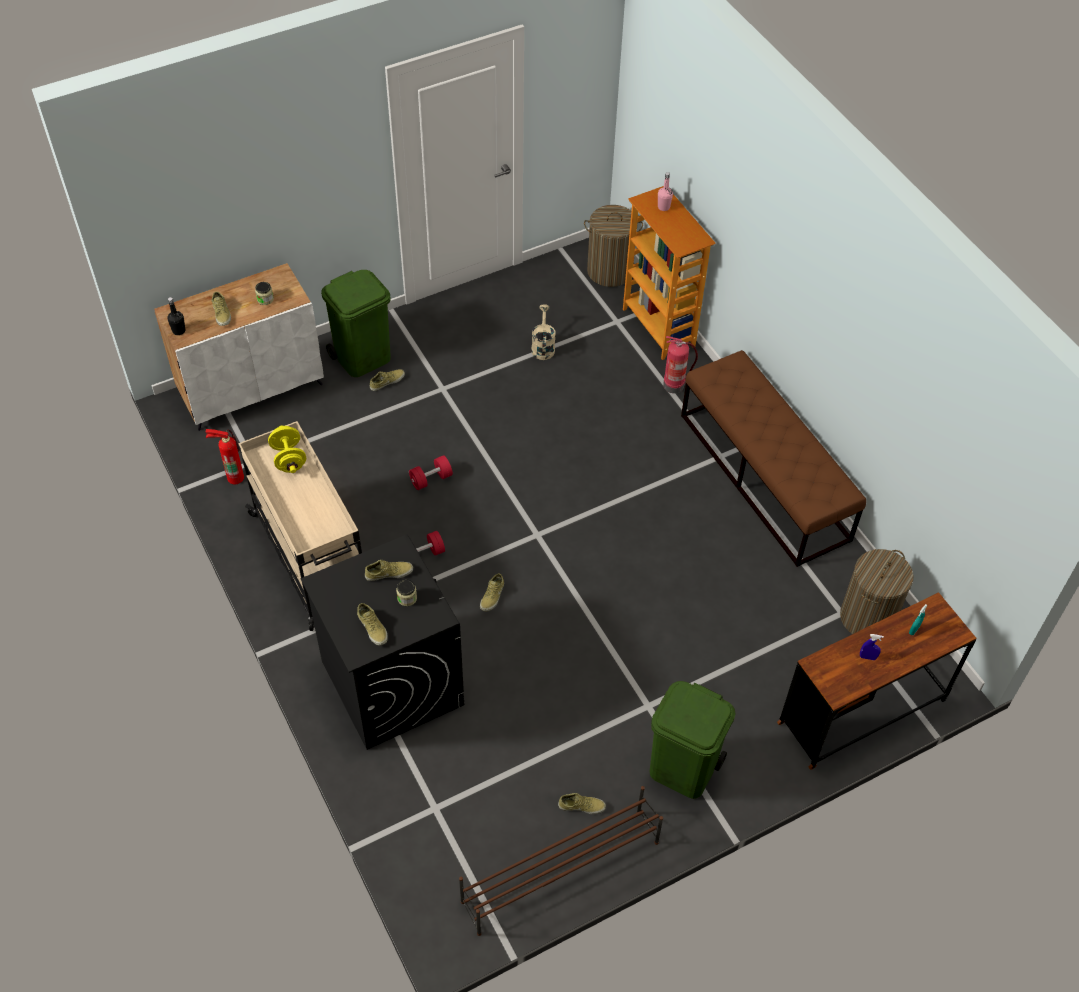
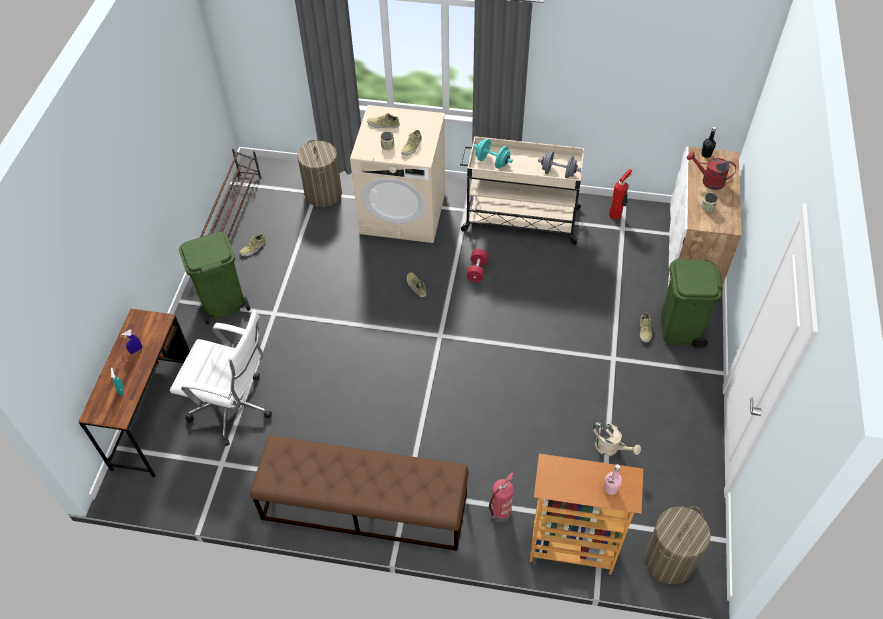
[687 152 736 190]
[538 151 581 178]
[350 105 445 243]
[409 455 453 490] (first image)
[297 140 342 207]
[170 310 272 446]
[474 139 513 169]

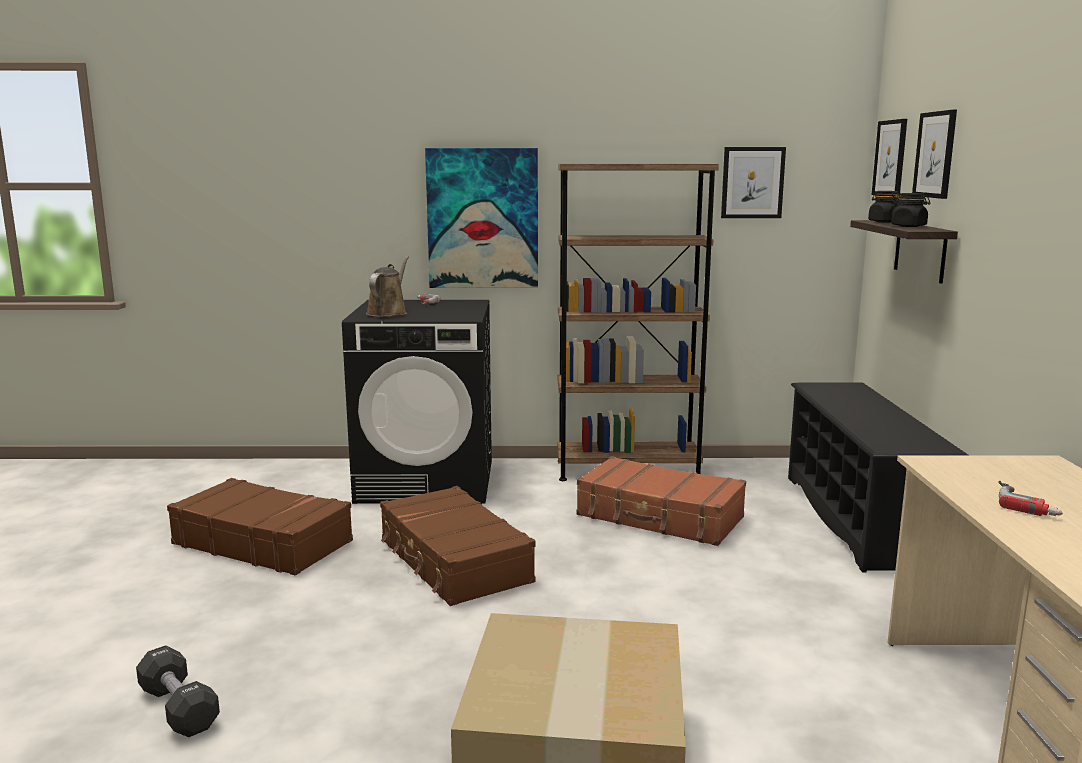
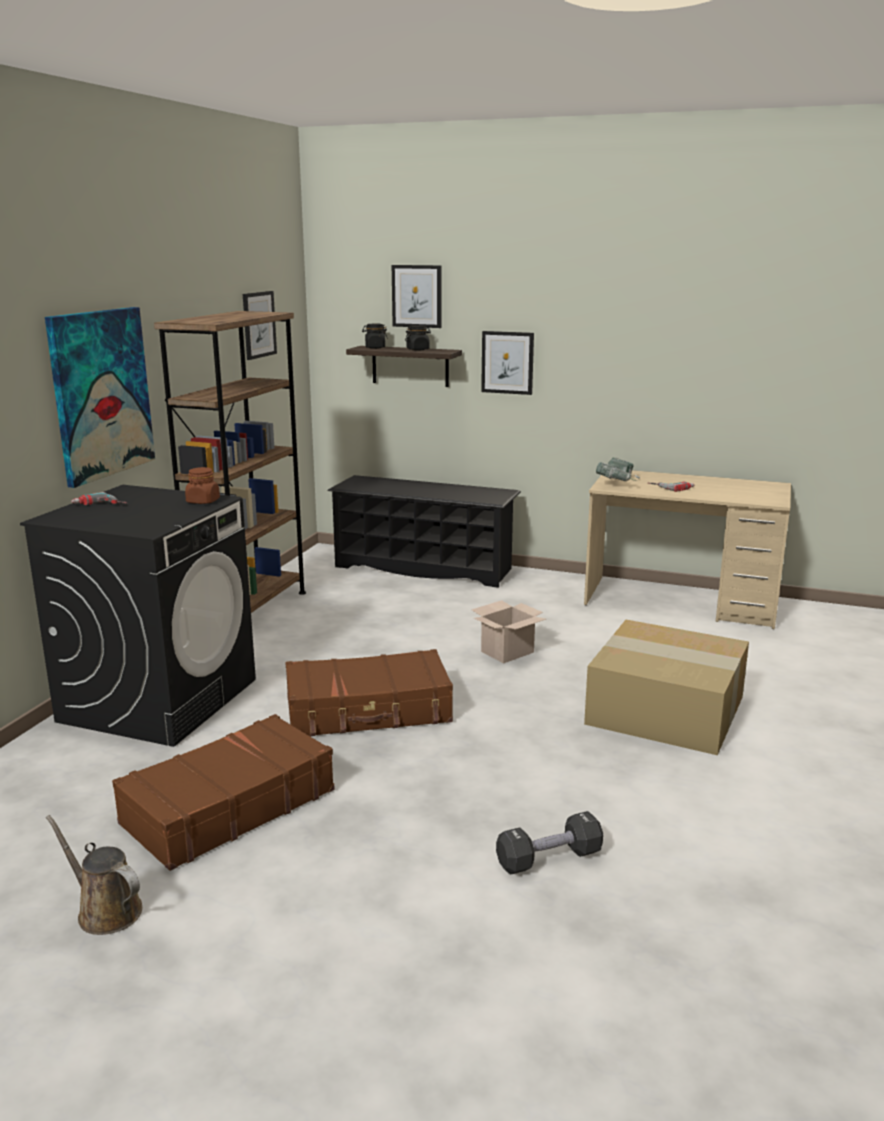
[46 815 142 935]
[576 456 746 546] (first image)
[481 331 534 395]
[185 467 220 504]
[472 600 546 663]
[596 458 640 481]

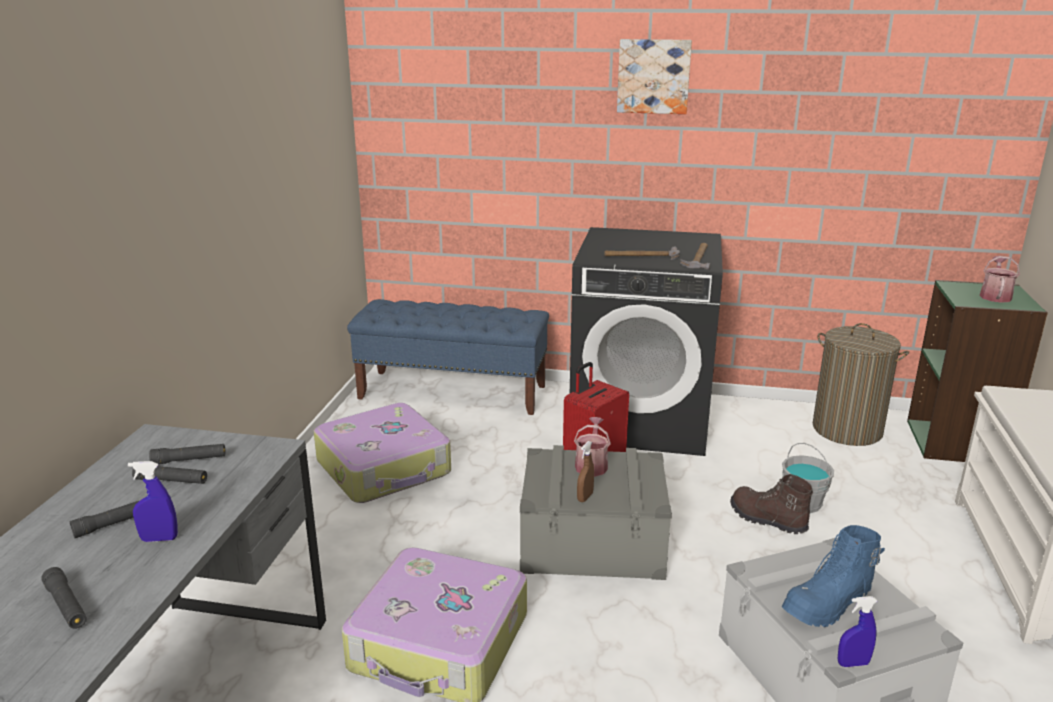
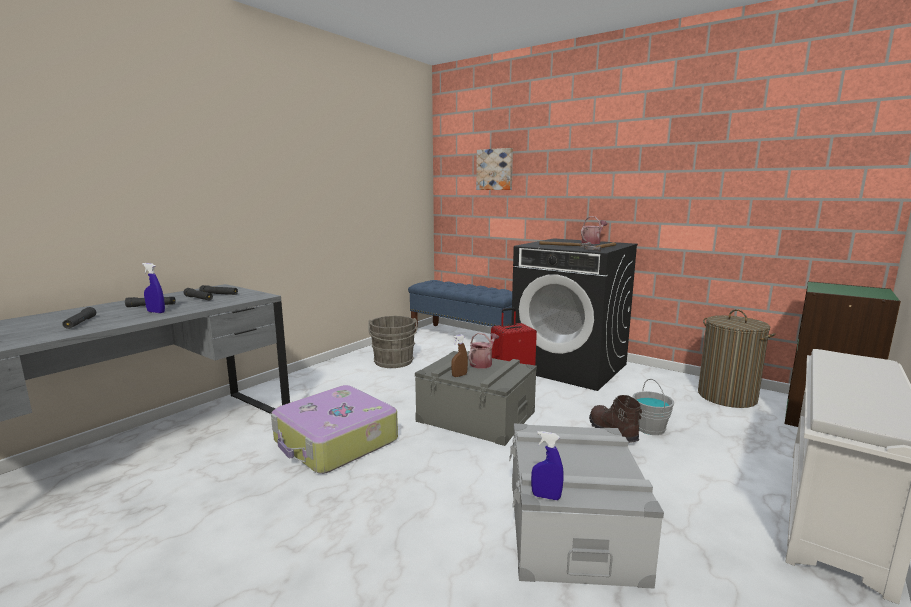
[368 316 417 368]
[476 148 513 190]
[782 525 885 627] (first image)
[581 216 607 244]

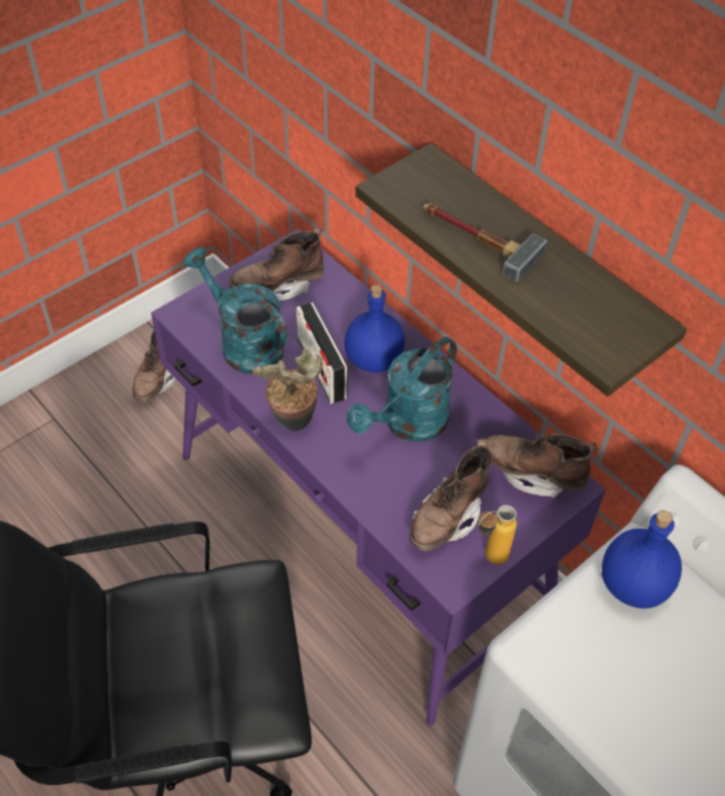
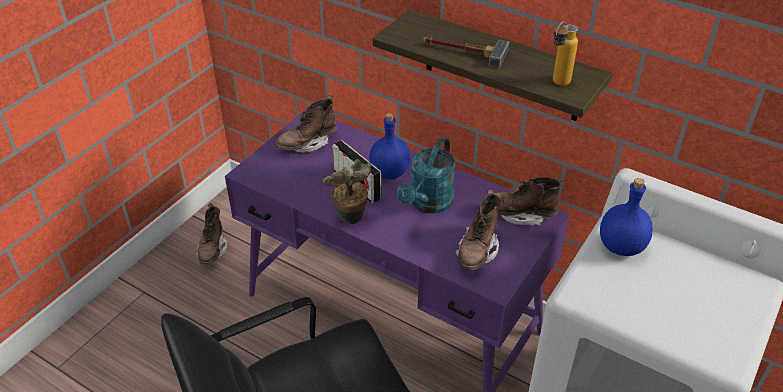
[183 247 288 374] (first image)
[553 21 578 86]

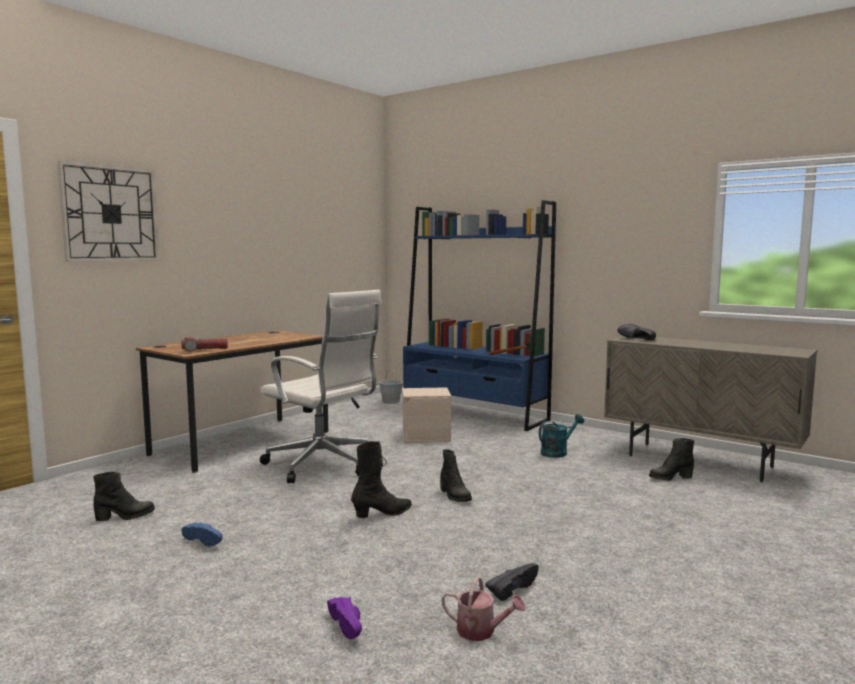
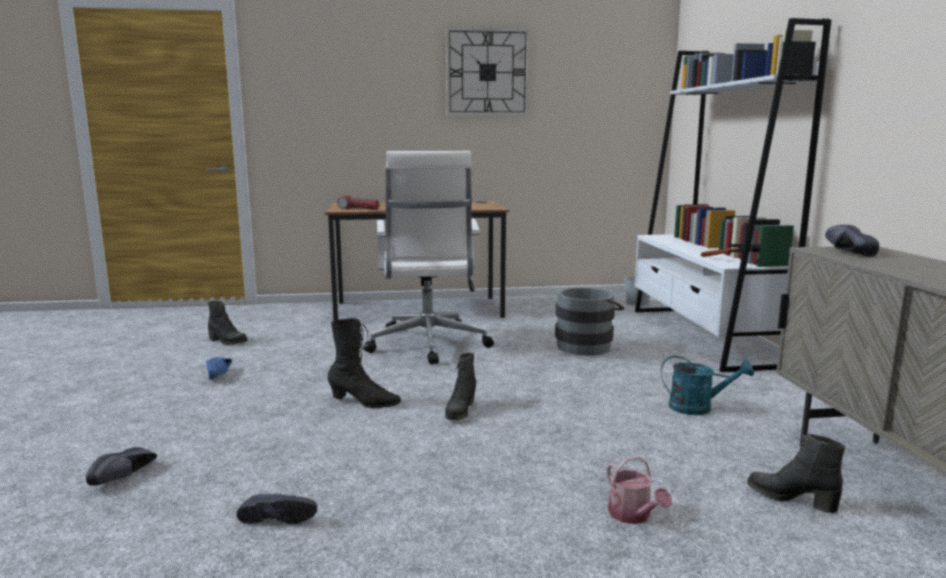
[446 27 530 116]
[86 447 157 485]
[555 287 624 356]
[635 18 832 372]
[606 456 672 524]

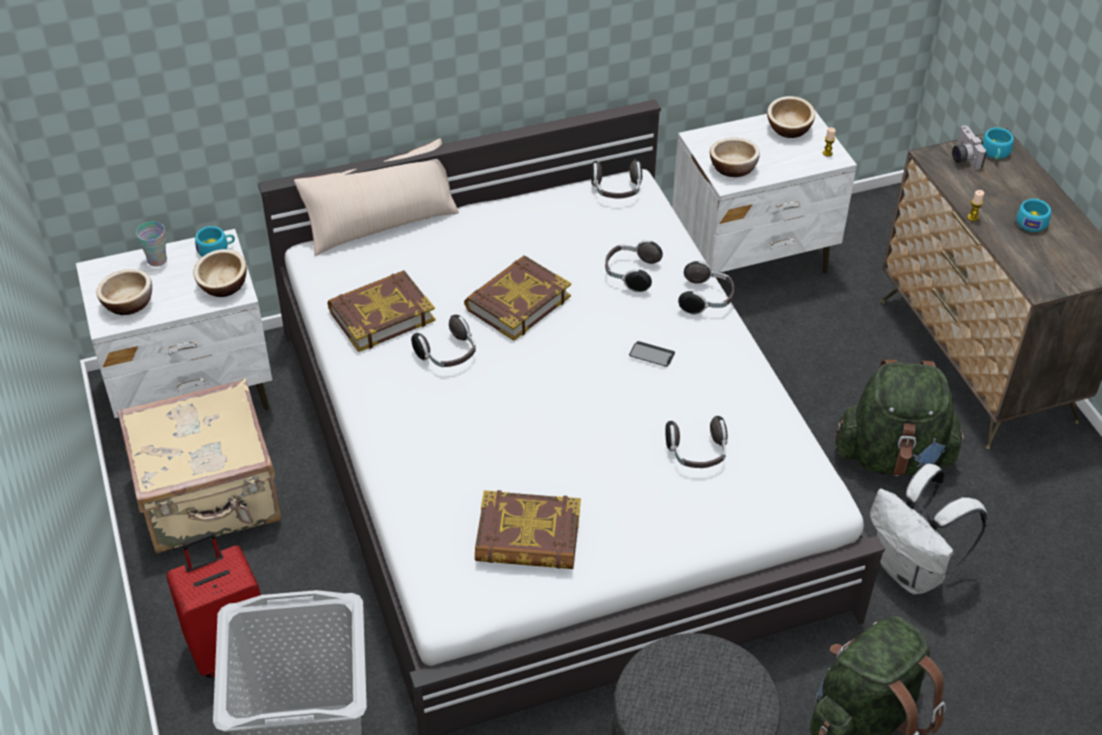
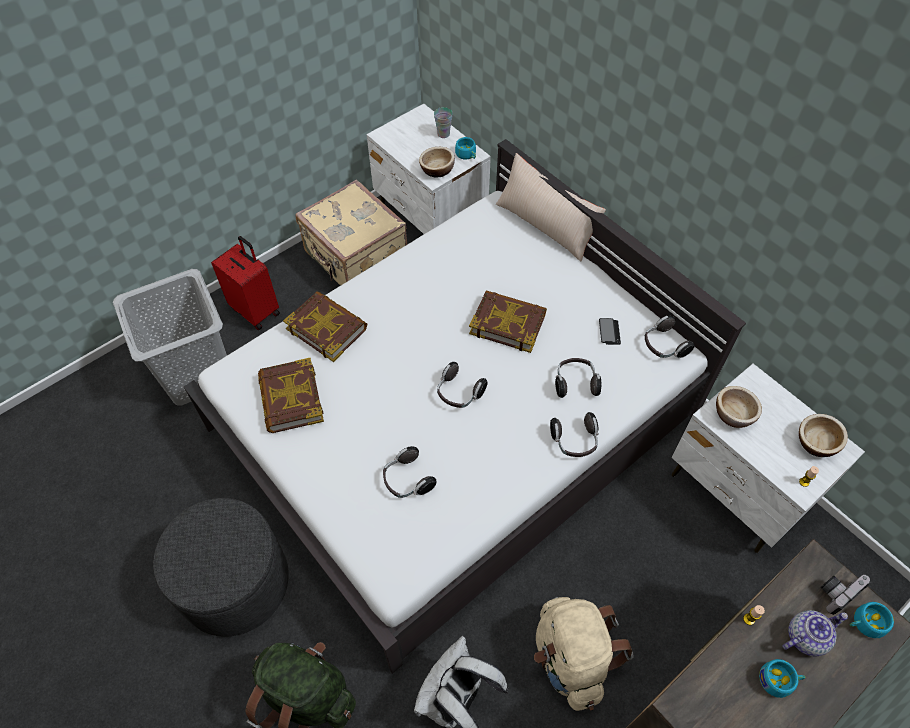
[96 269 152 315] (first image)
[283 291 367 362]
[437 362 488 408]
[599 318 621 345]
[534 597 634 711]
[782 610 848 657]

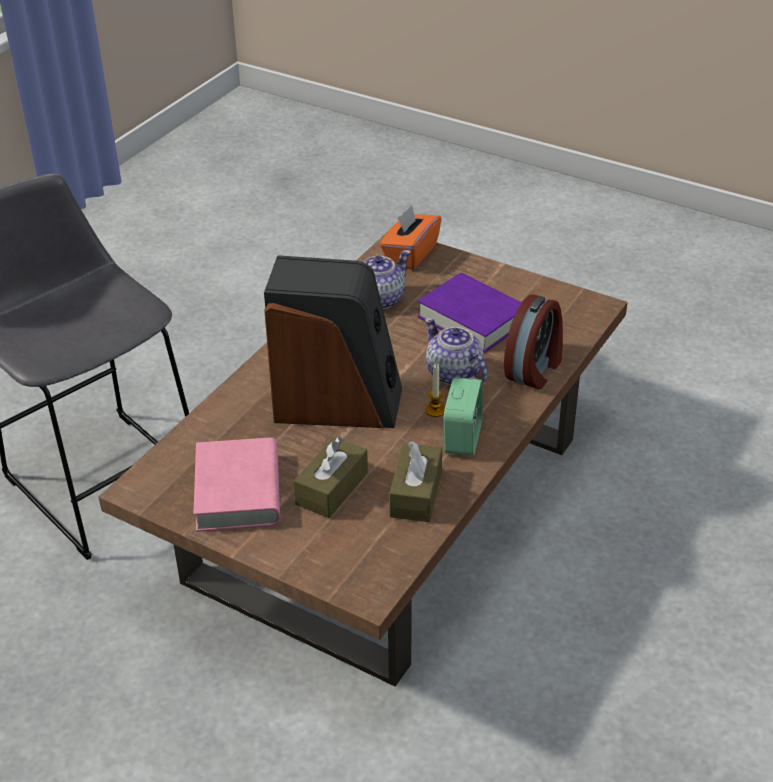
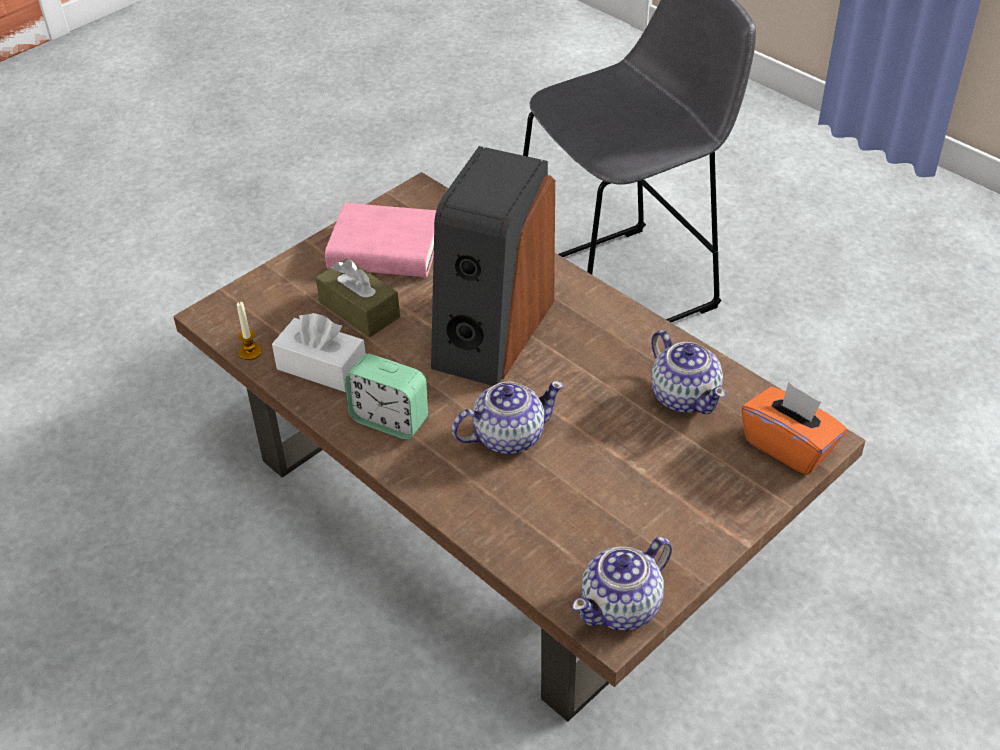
[272 313 366 392]
[418 273 522 353] (first image)
[237 302 262 360]
[504 295 563 389] (first image)
[572 537 672 631]

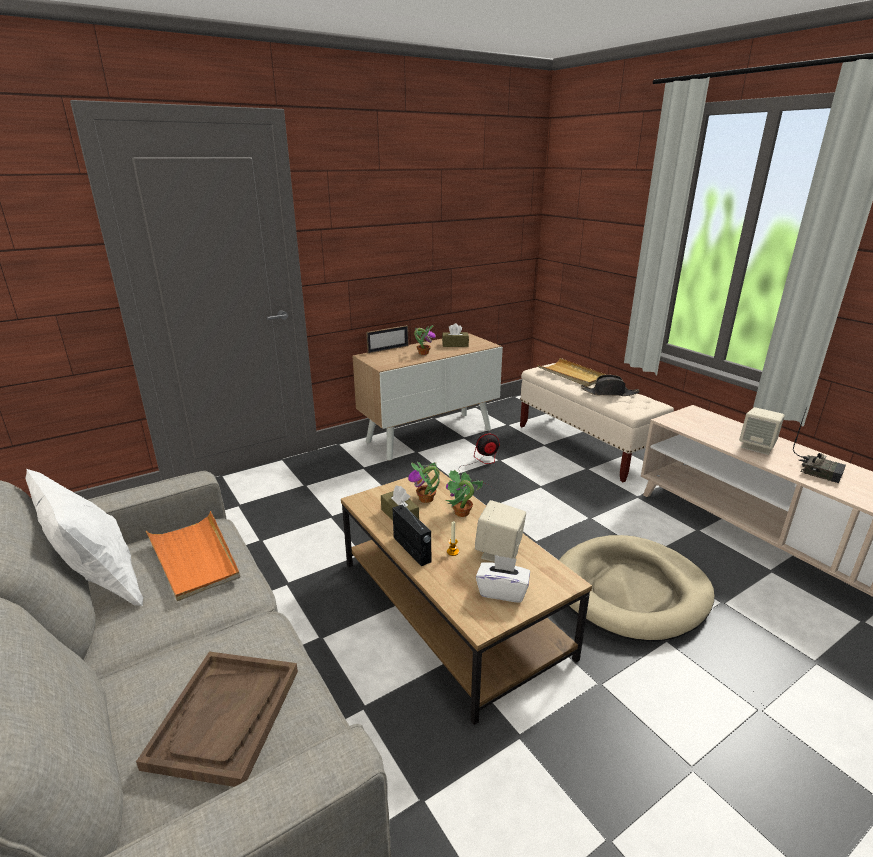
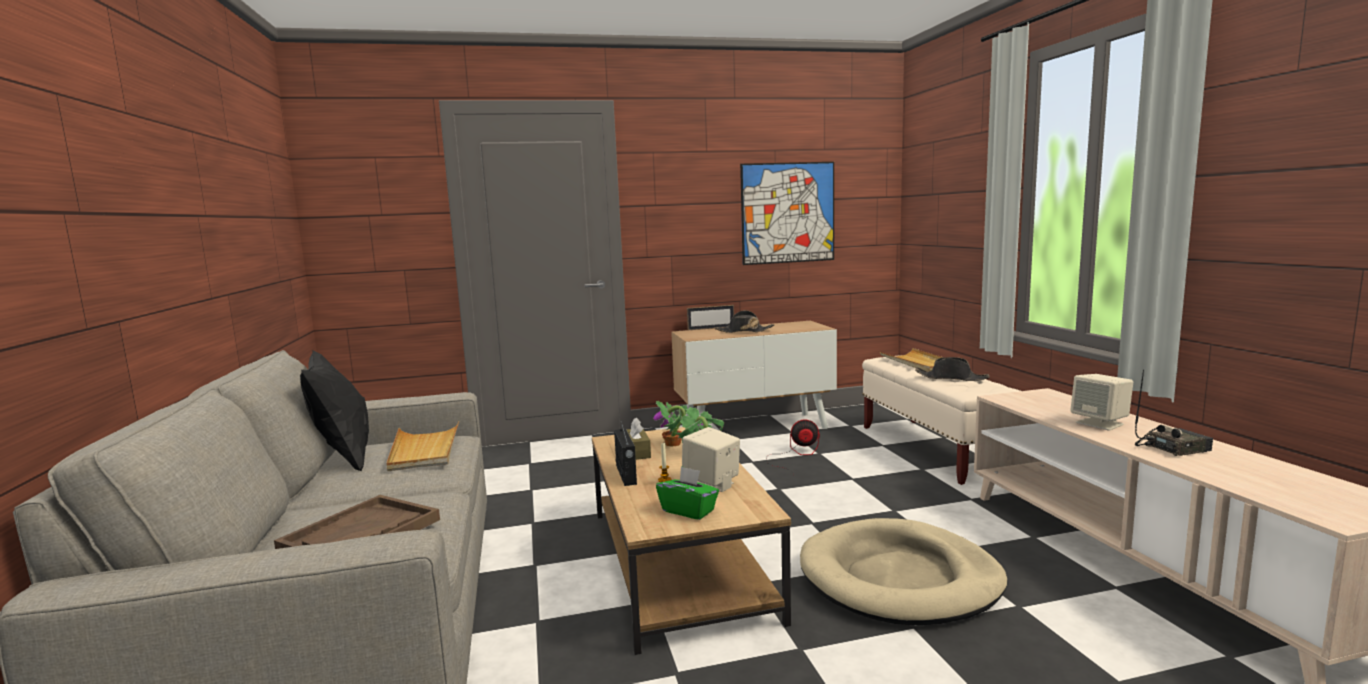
[300 351 369 472]
[386 421 459 471]
[715 310 774 333]
[442 323 469 347] (first image)
[656 466 719 520]
[1135 370 1213 456]
[740 162 834 265]

